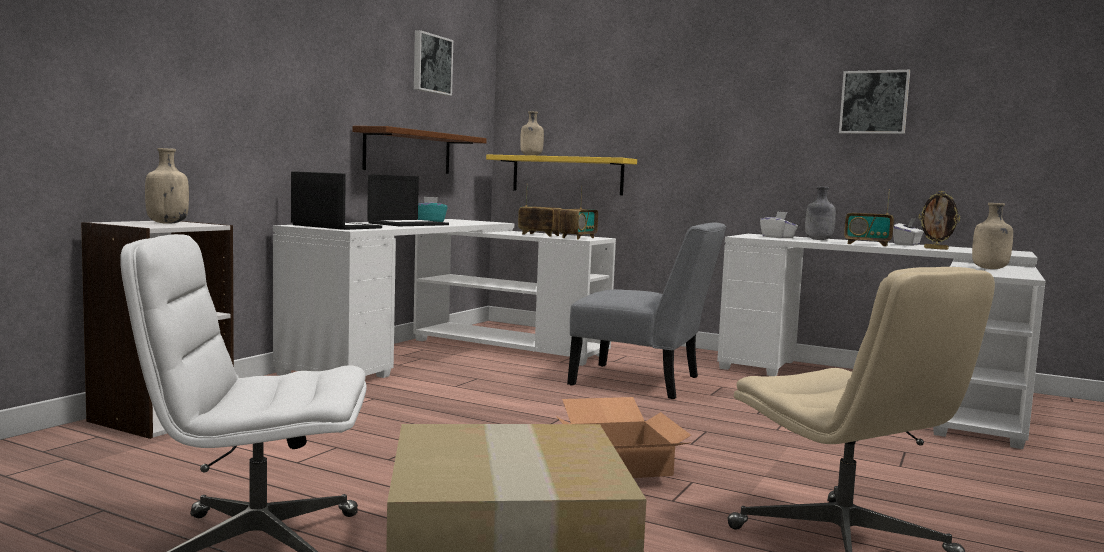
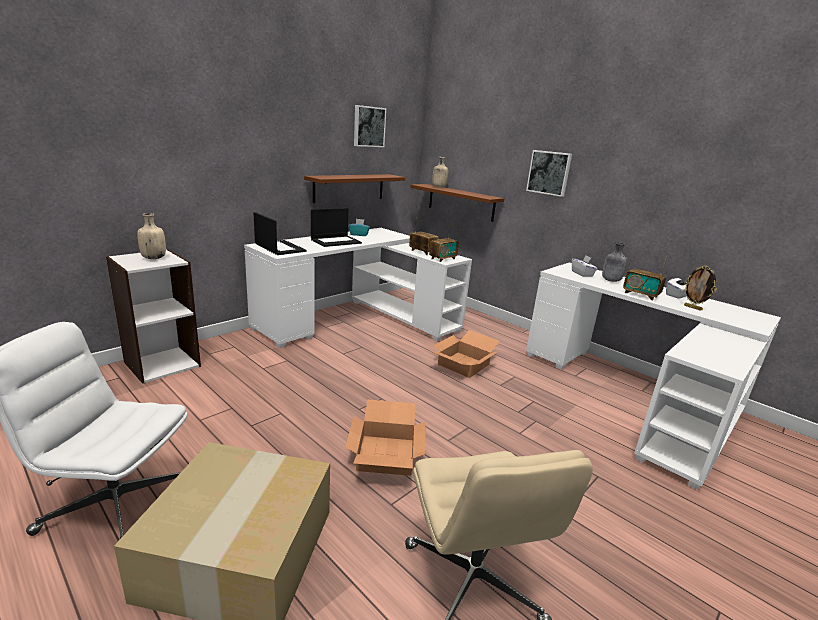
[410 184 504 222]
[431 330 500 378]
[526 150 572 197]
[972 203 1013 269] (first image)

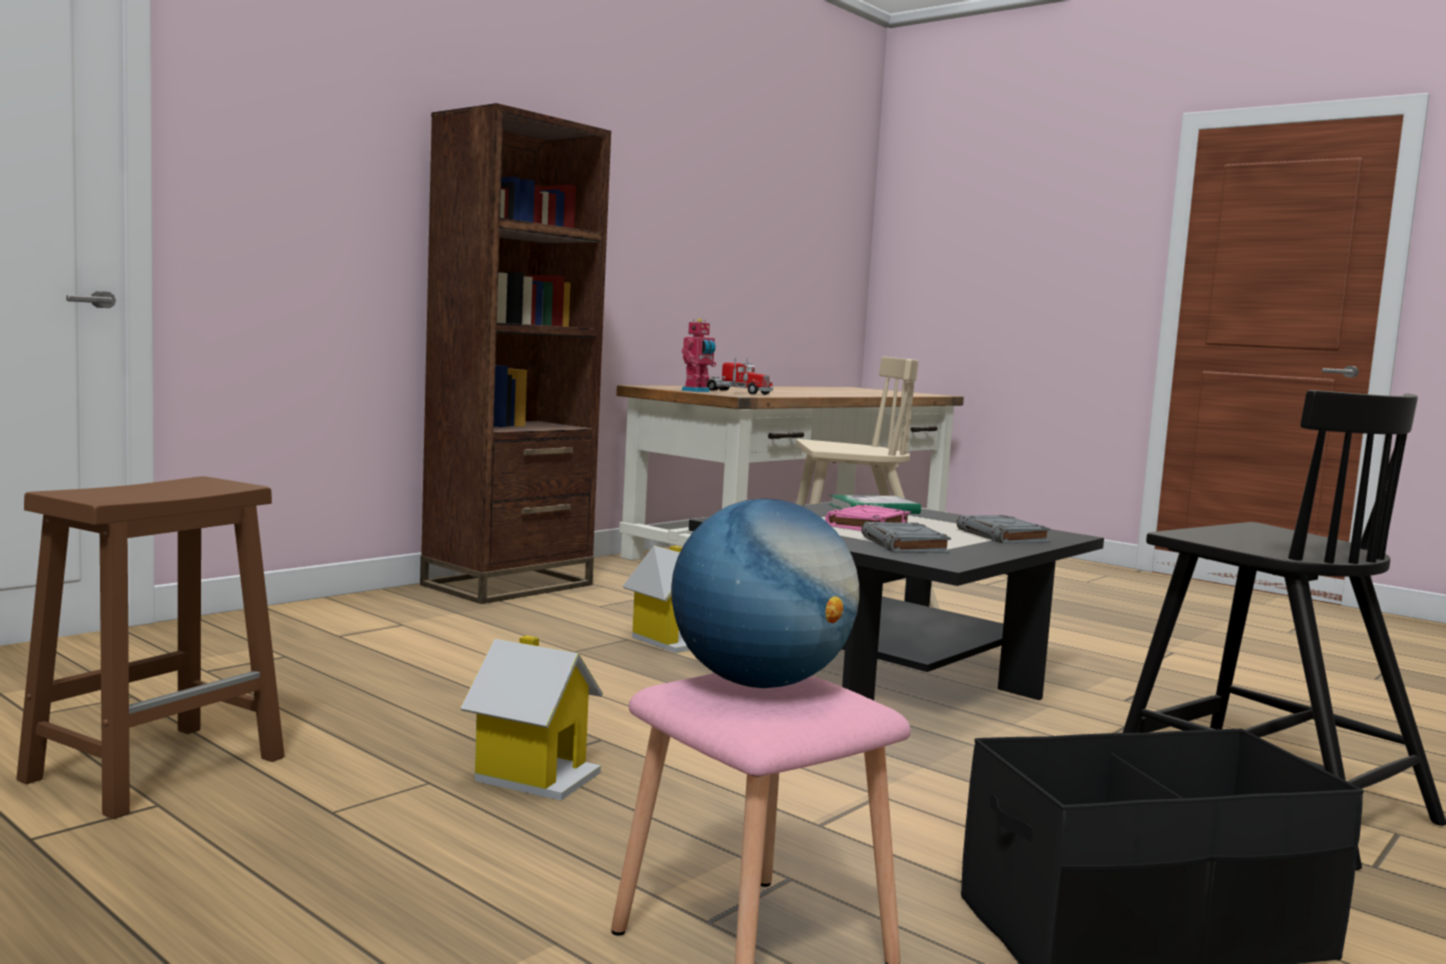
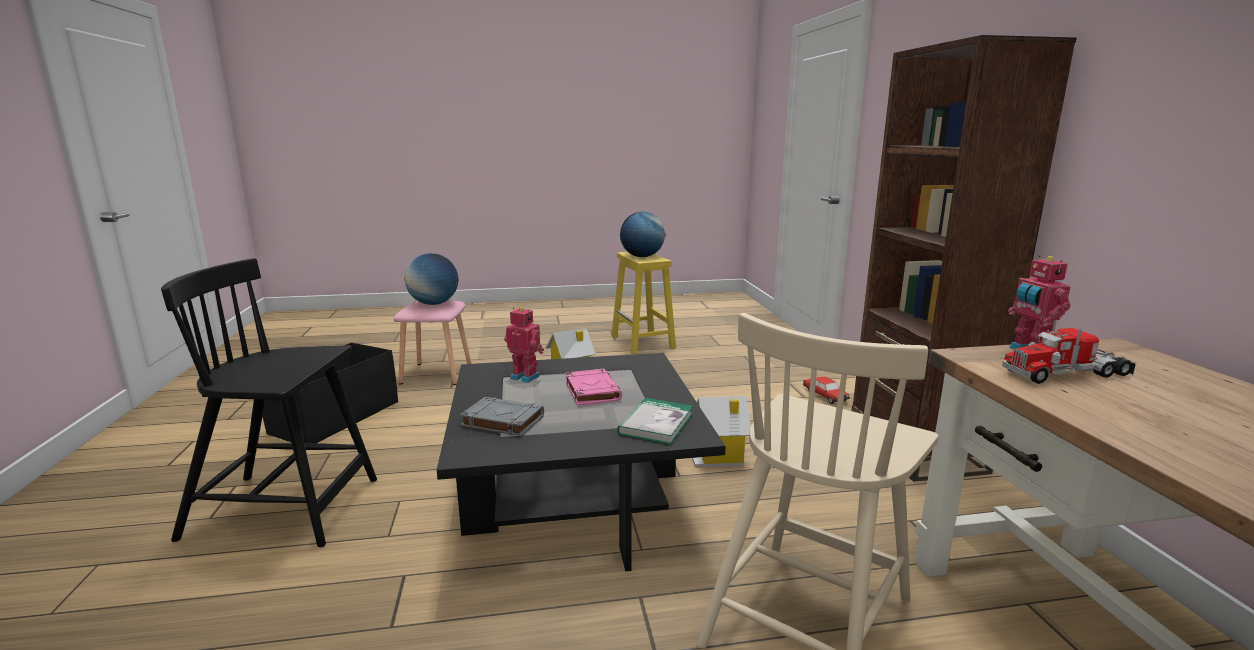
[611 252 676 354]
[504 307 544 383]
[620 212 666 257]
[803 377 850 404]

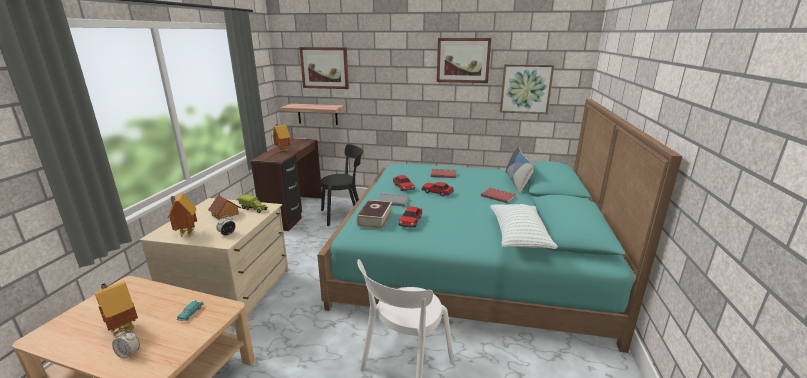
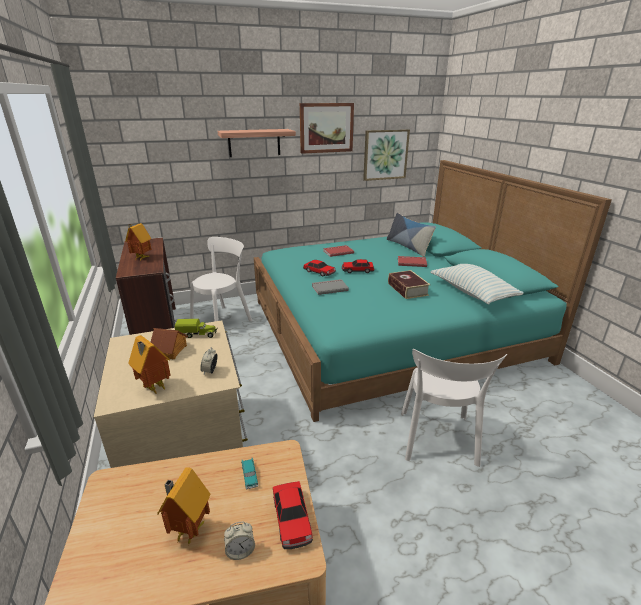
[218 129 296 157]
[299 47 349 89] (first image)
[190 237 252 321]
[388 270 430 299]
[273 481 313 549]

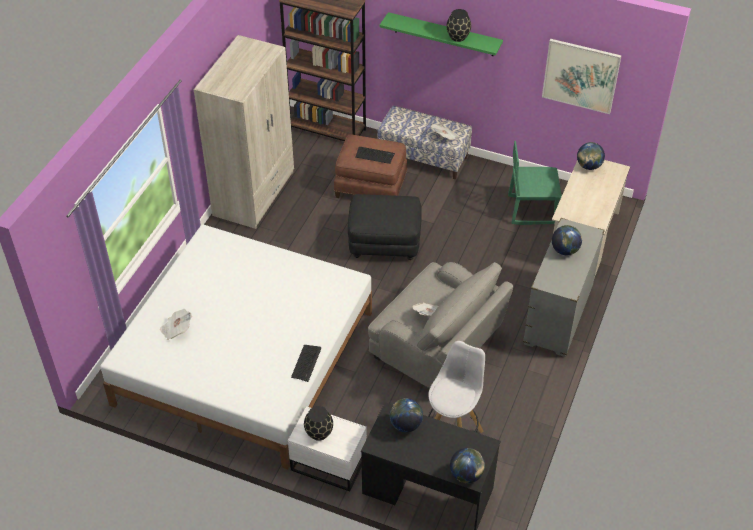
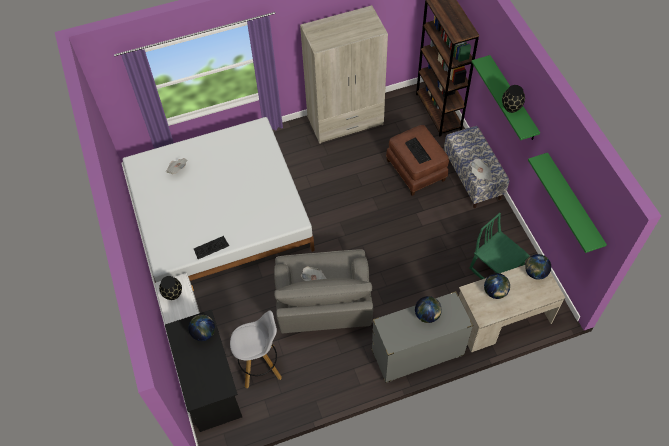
[348 194 422 260] (first image)
[484 273 510 299]
[528 153 607 253]

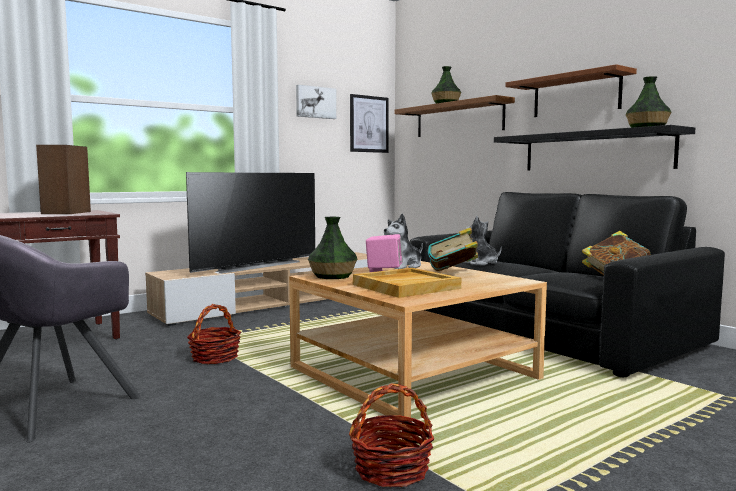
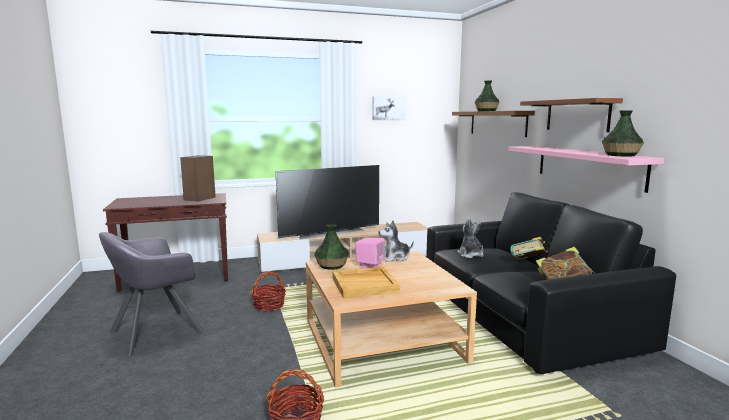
[350 94 389 153] (first image)
[510 237 548 260]
[508 146 665 193]

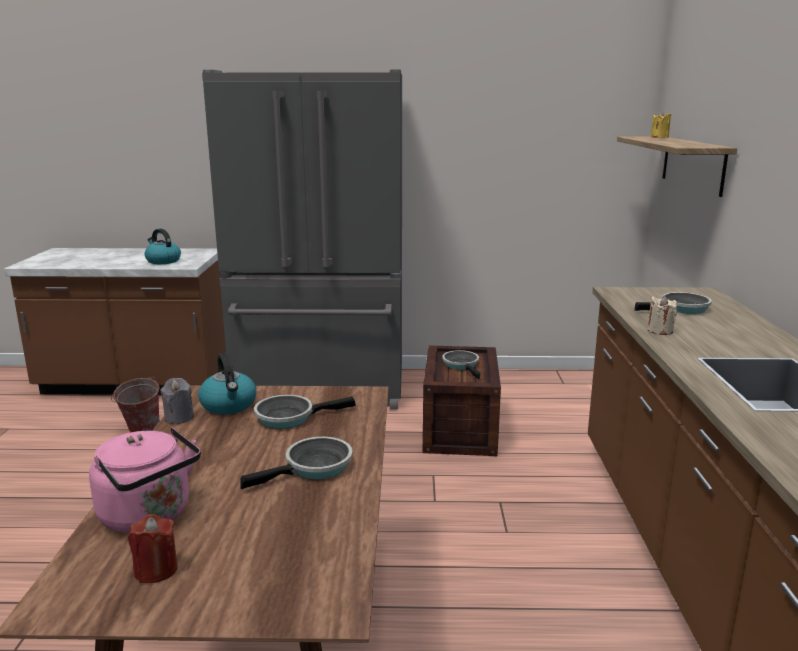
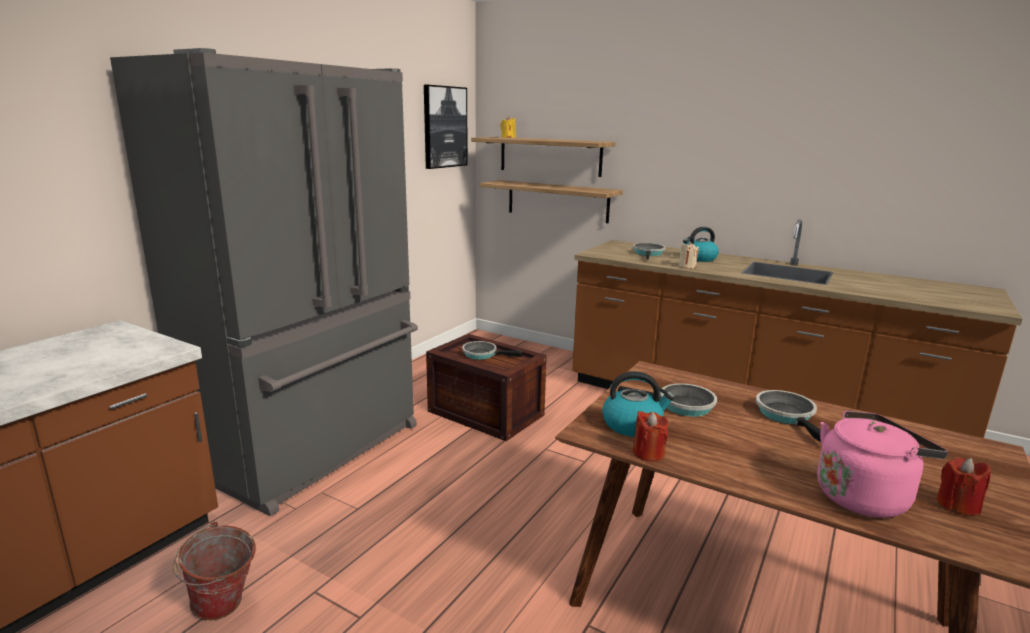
[683 227 719 262]
[633 411 668 462]
[617 383 717 417]
[424 85 468 169]
[480 180 623 223]

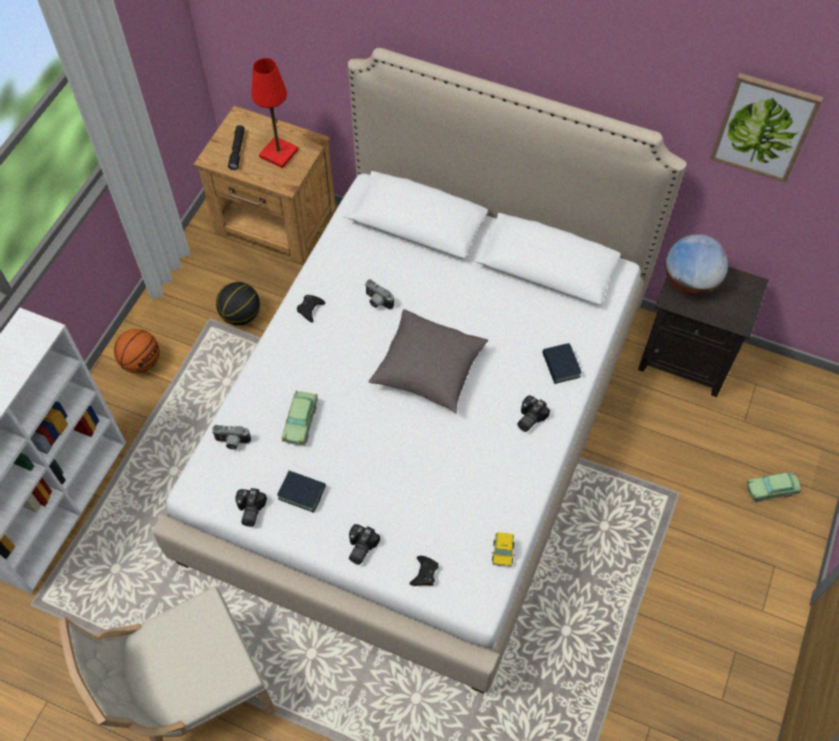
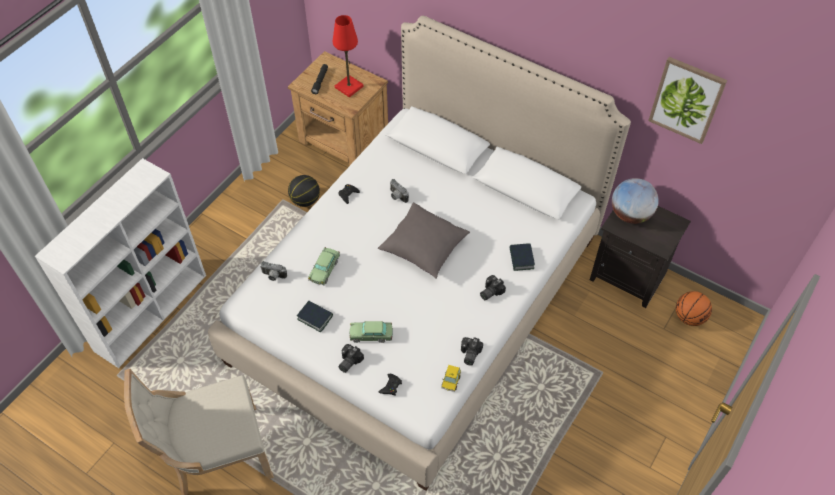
[676 291 712 326]
[461 337 483 366]
[350 321 393 343]

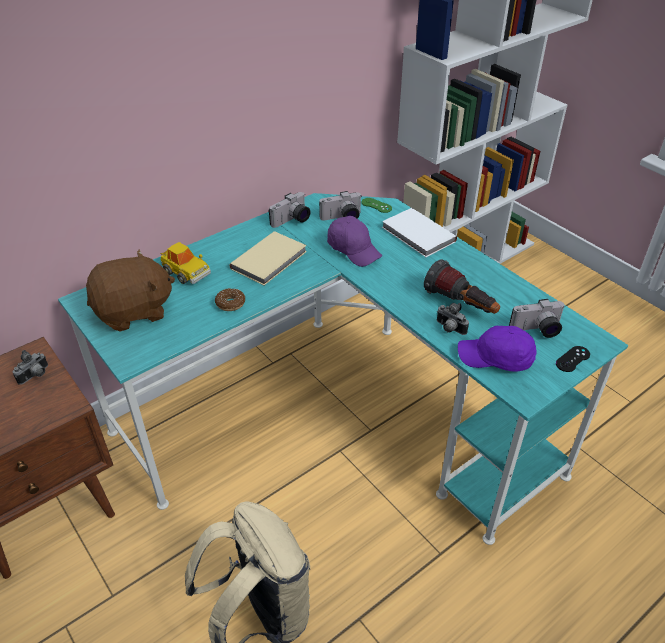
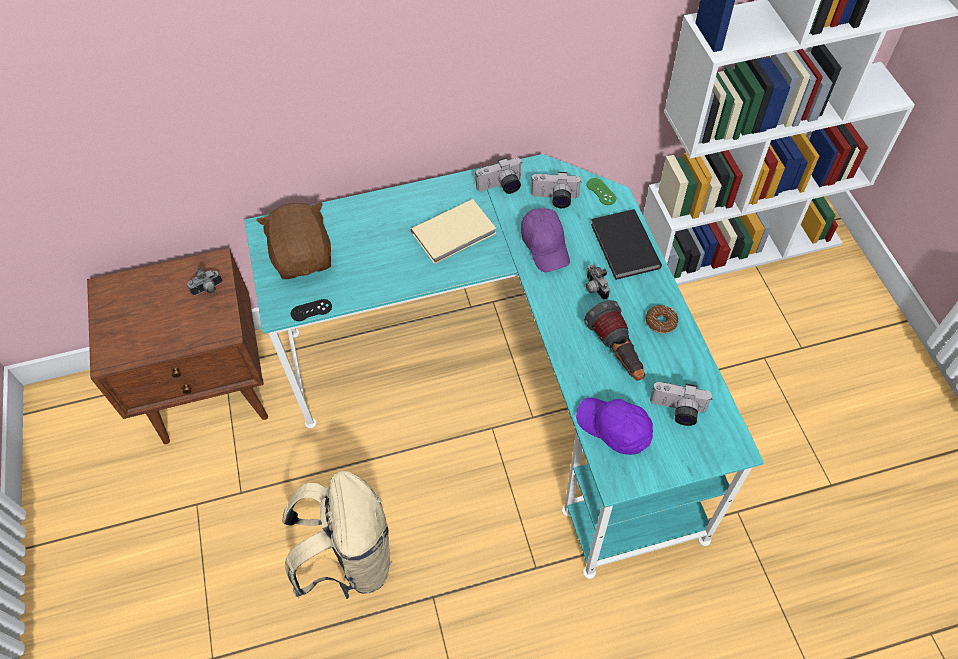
[256 203 331 279]
[161 242 211 284] (first image)
[646 305 678 334]
[591 209 662 280]
[586 264 610 299]
[291 299 332 321]

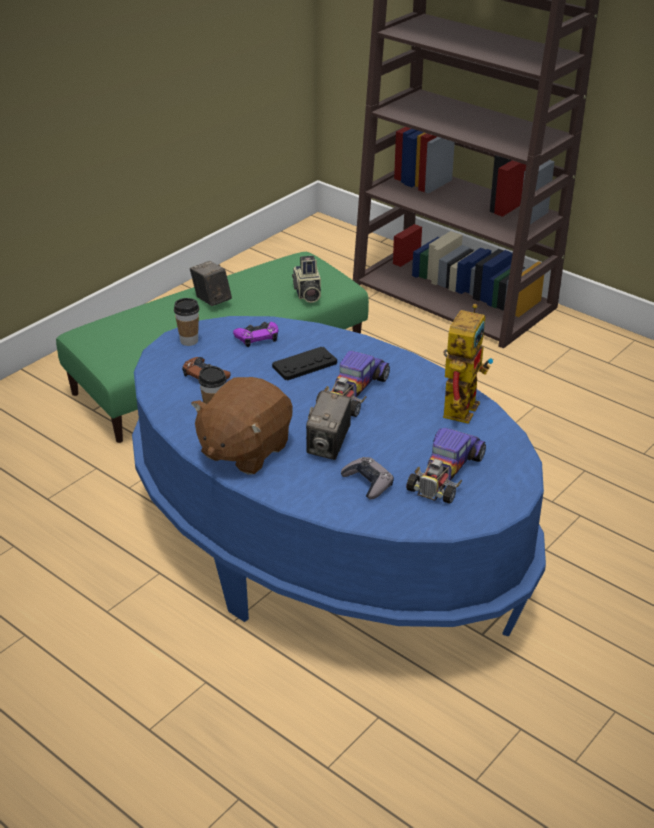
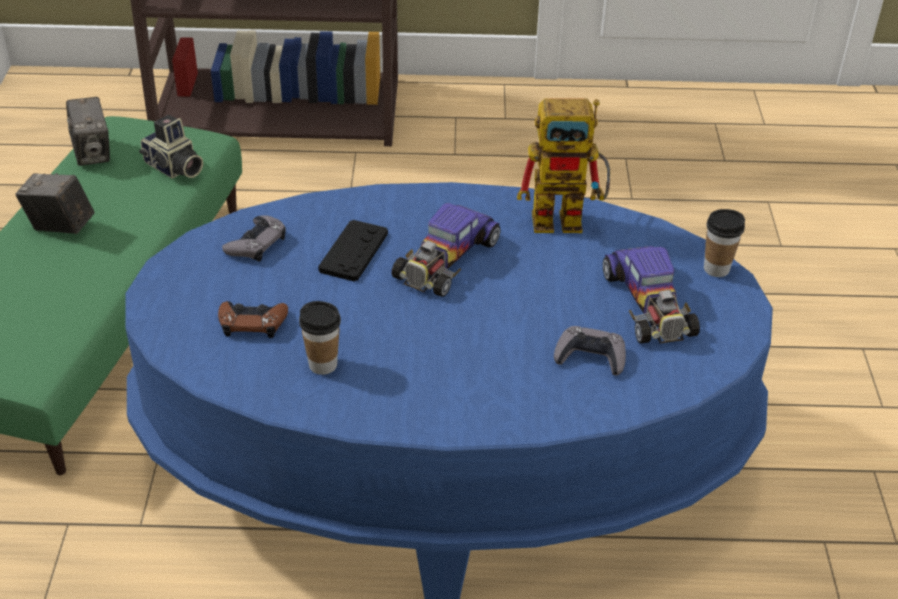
[704 209 745 277]
[191 377 293 474] (first image)
[222 215 286 262]
[66 97 110 166]
[392 203 500 297]
[517 98 610 233]

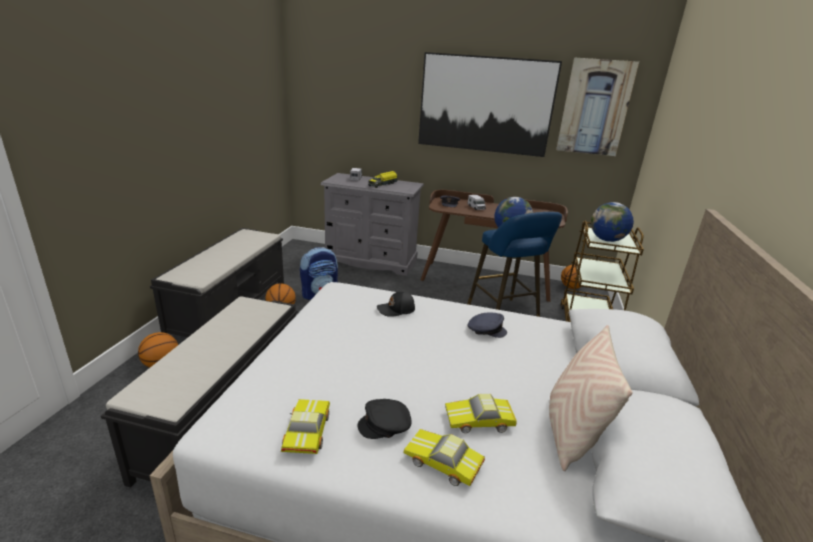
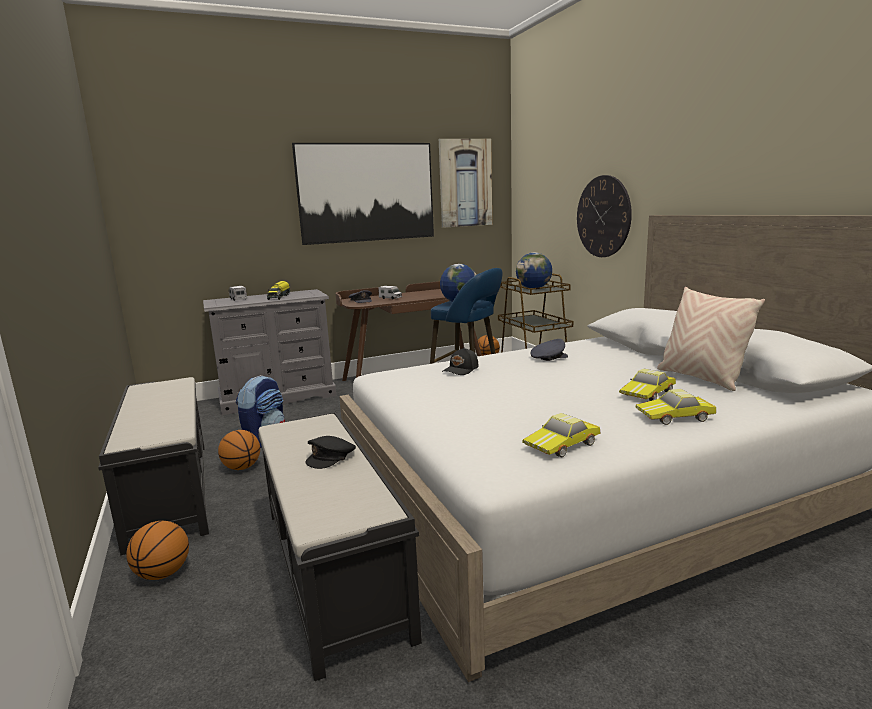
[522 413 601 457]
[305 436 356 469]
[577 175 632 257]

